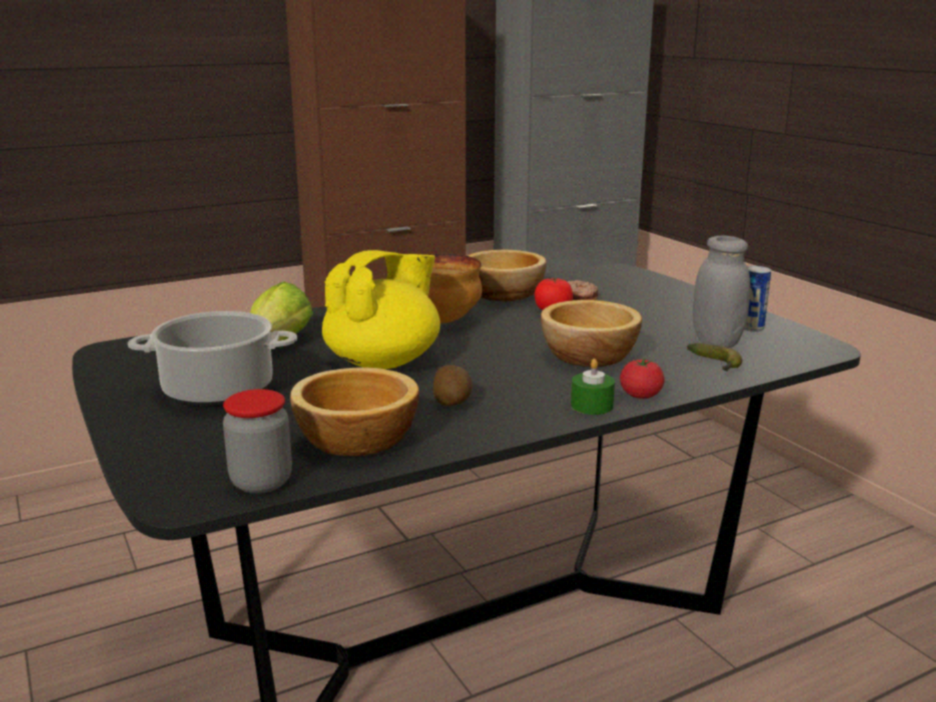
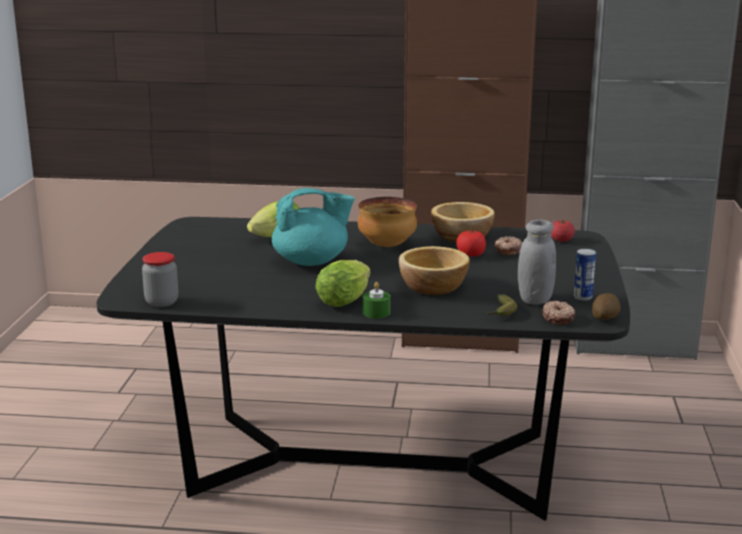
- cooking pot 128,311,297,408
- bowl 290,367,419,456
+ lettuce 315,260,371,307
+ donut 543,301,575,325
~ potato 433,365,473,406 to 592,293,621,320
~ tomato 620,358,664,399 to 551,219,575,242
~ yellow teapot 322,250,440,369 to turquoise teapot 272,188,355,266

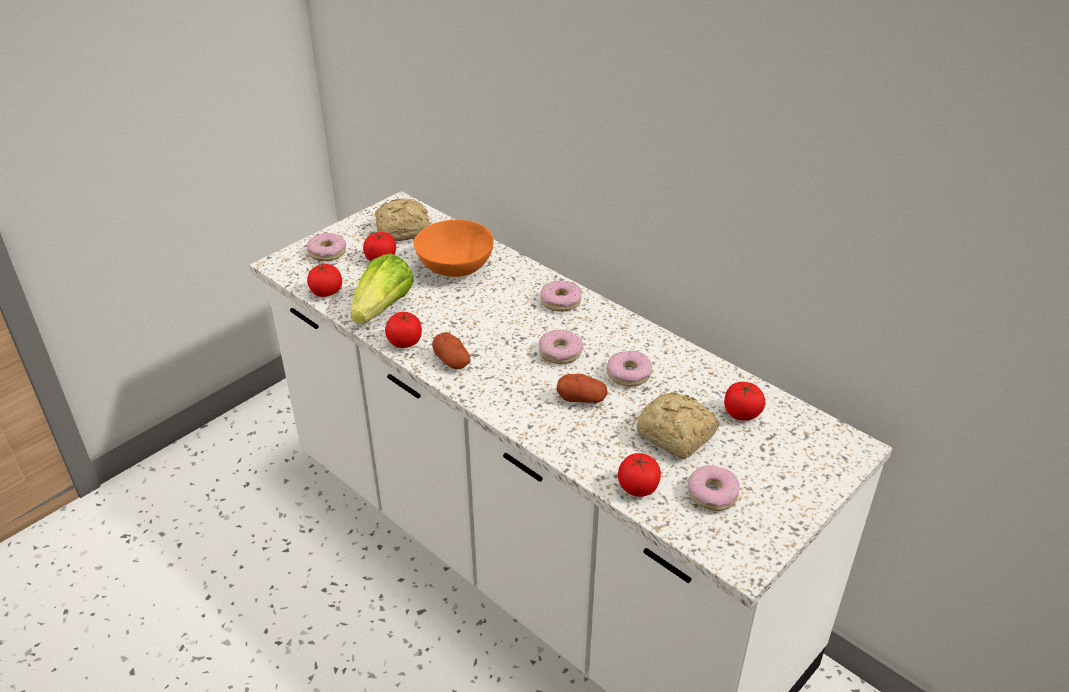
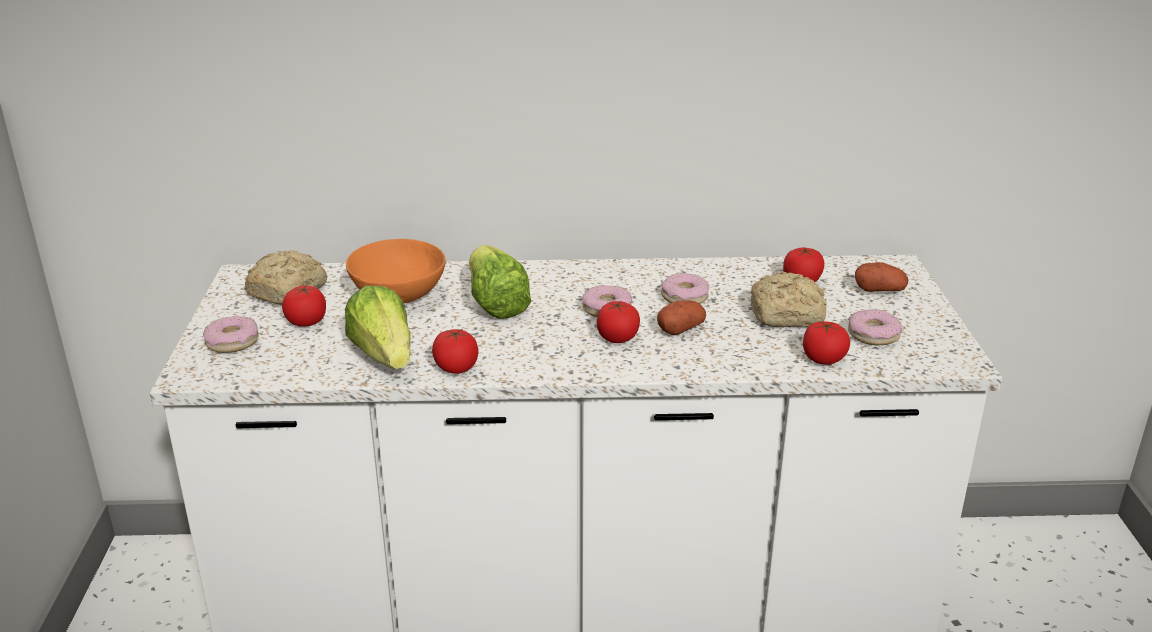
- donut 540,280,581,312
+ lettuce 469,245,531,319
~ tomato 307,263,342,297 to 597,301,640,343
~ potato 432,332,470,369 to 855,262,908,292

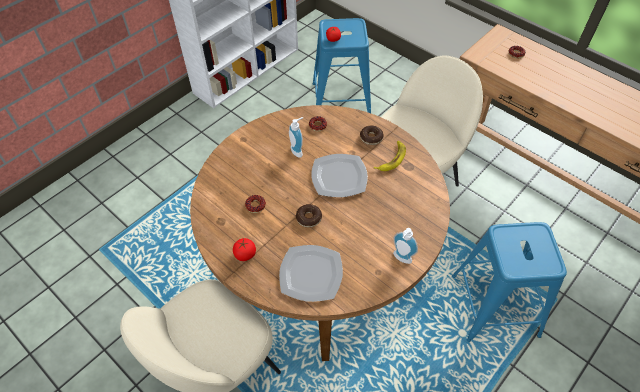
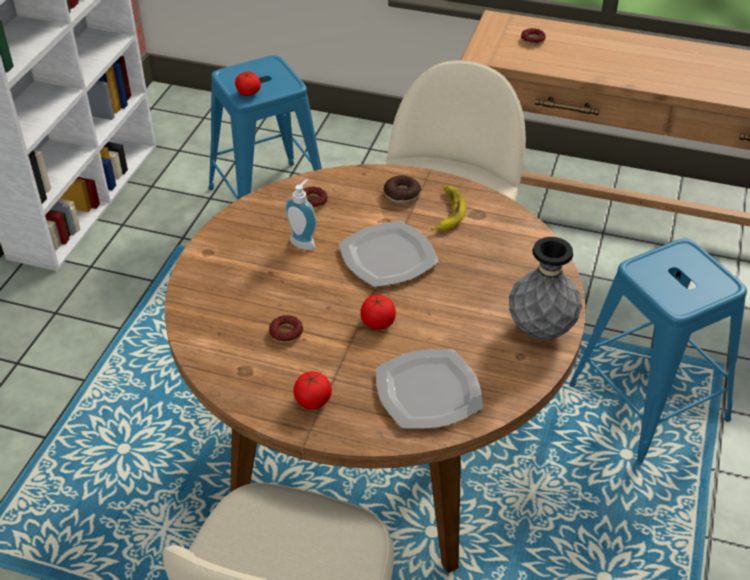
~ donut 296,204,322,227 to tomato 360,295,396,330
~ soap dispenser 393,228,418,264 to grey vase 509,237,582,339

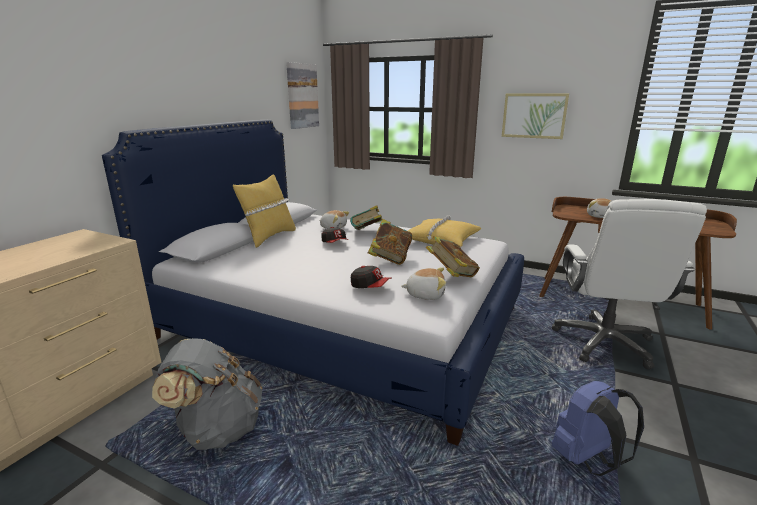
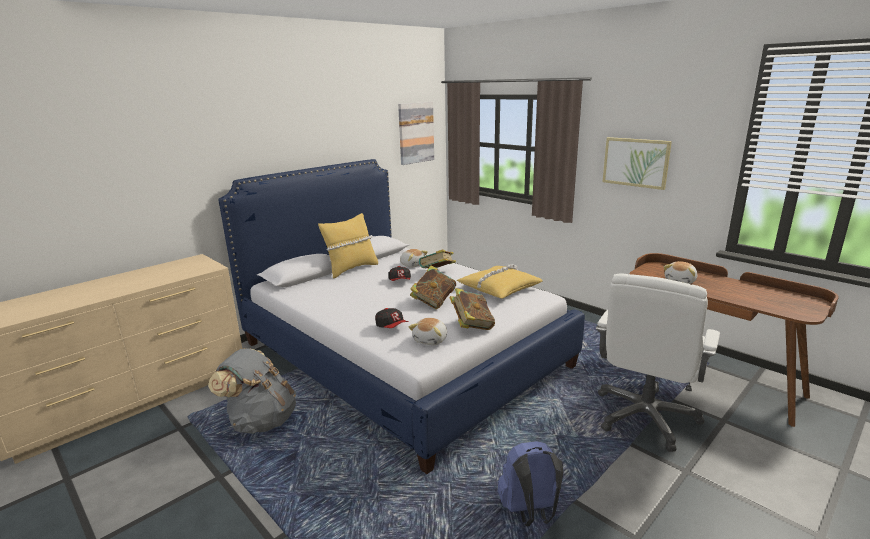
~ plush toy 401,267,446,300 = 409,318,447,345 90 degrees clockwise

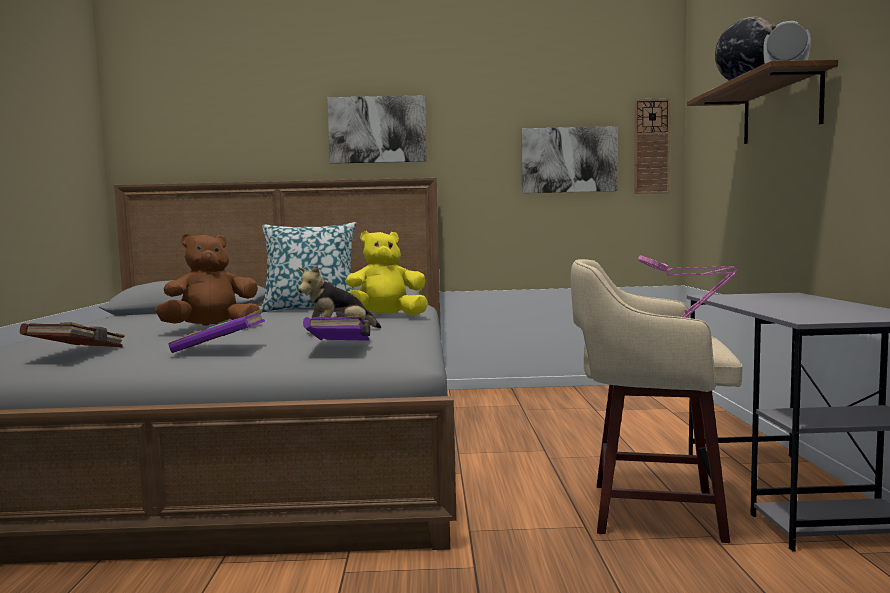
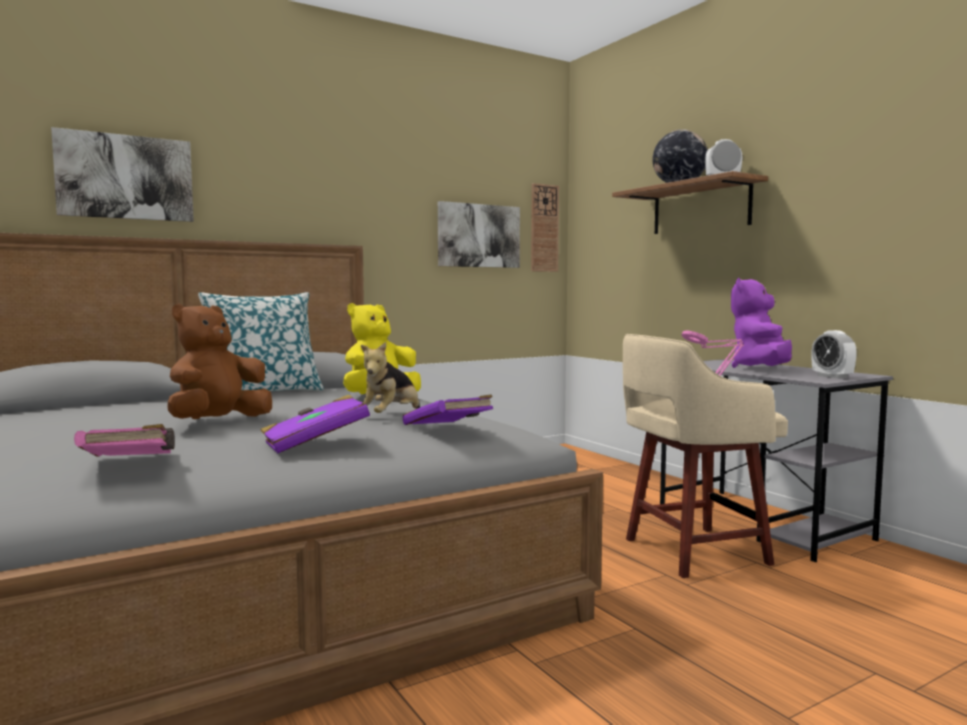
+ purple plush toy 731,278,792,368
+ alarm clock 811,330,857,379
~ picture 327,95,427,164 to 51,127,194,222
~ brown book 20,322,125,347 to pink book 74,424,175,457

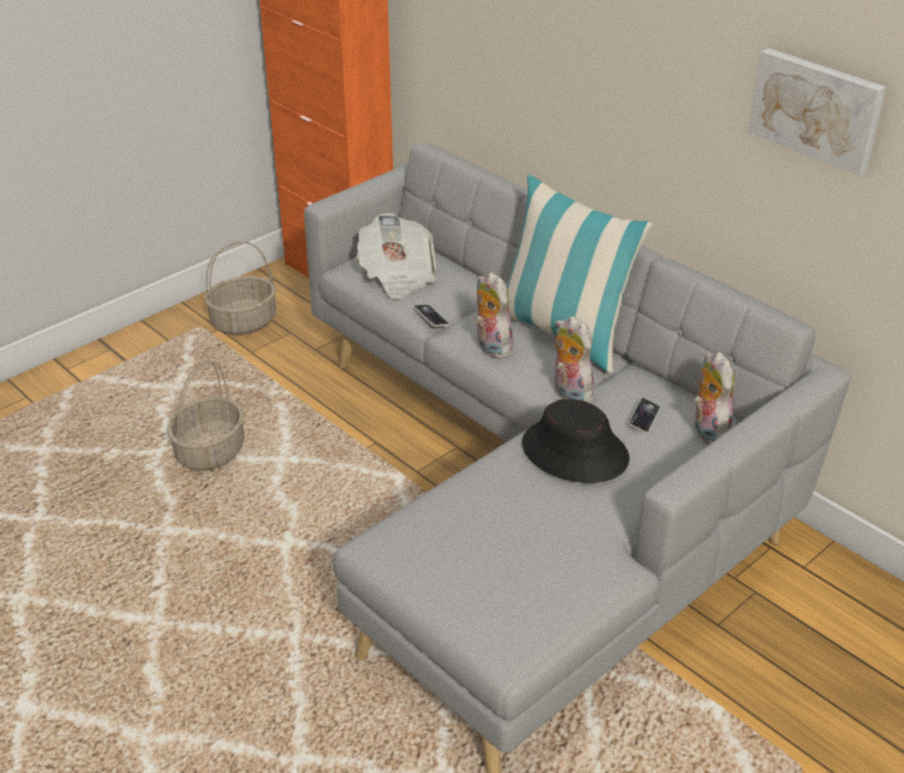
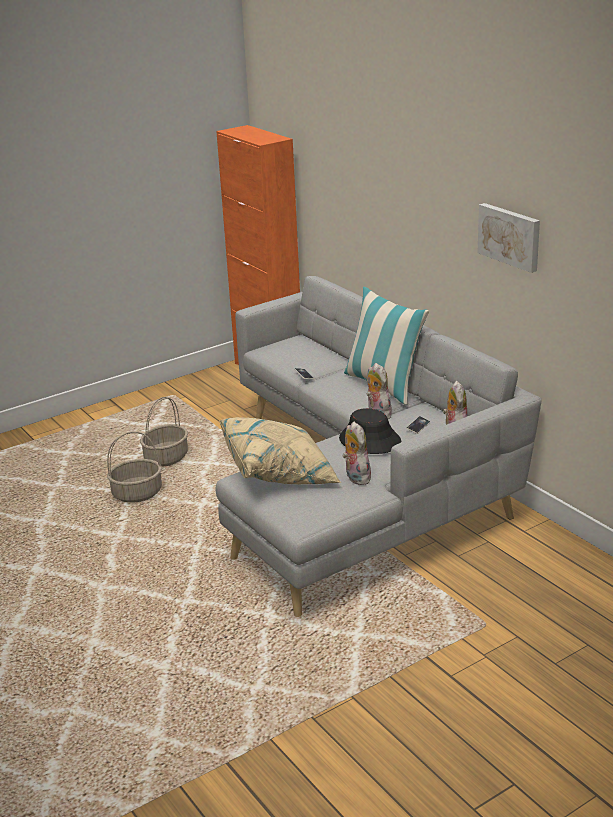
- newspaper 356,213,436,299
+ beige pillow 219,417,341,484
~ basket 204,241,276,335 to 107,431,162,503
~ plush toy 475,272,513,359 to 343,422,371,485

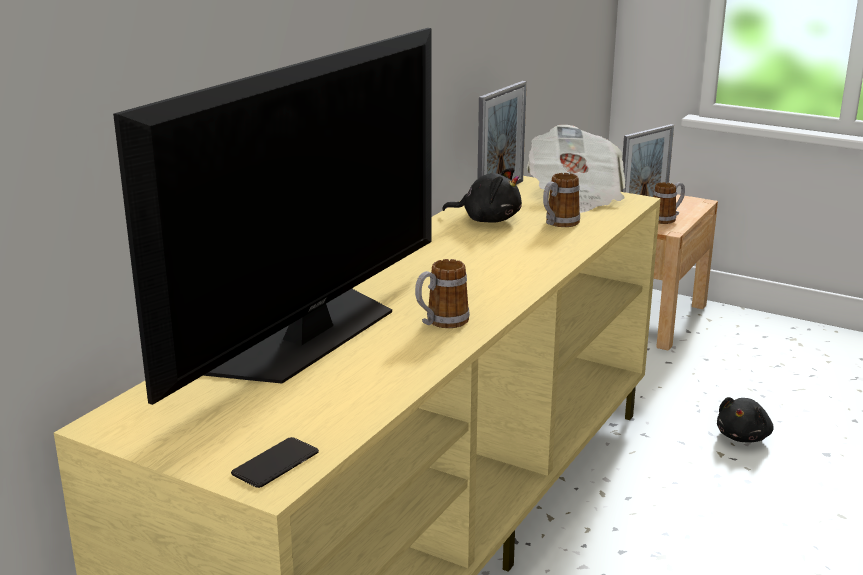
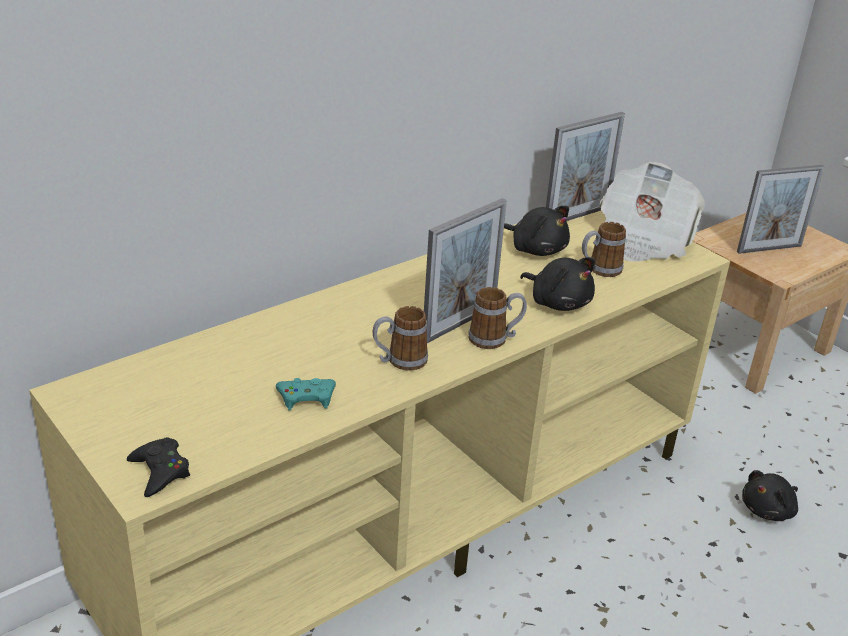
- television 113,28,431,405
+ turquoise game controller 276,378,336,410
+ picture frame 424,198,507,343
+ black plush toy 520,257,595,311
~ mug 654,182,685,224 to 468,287,527,349
~ phone 231,437,319,488 to black game controller 127,437,190,497

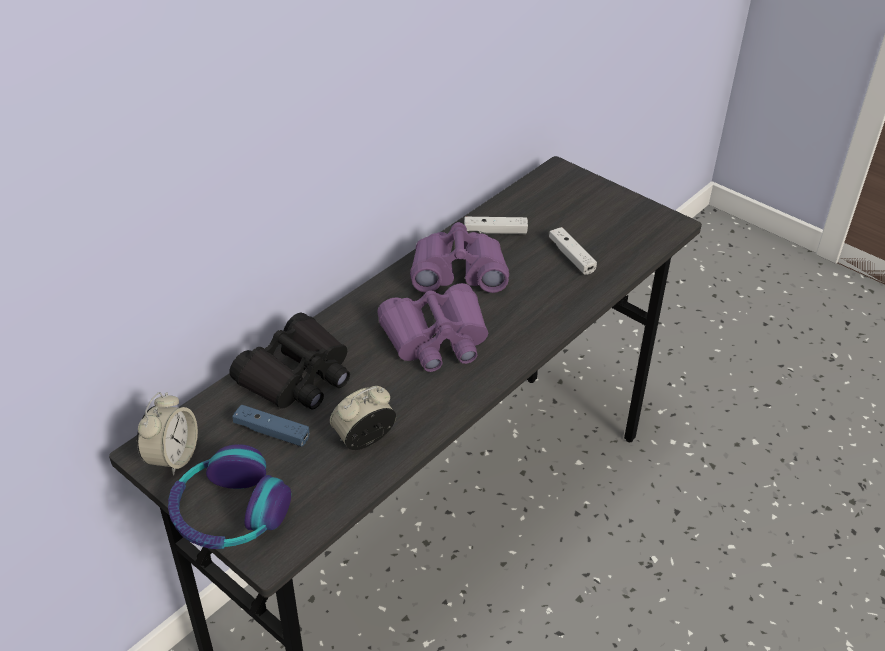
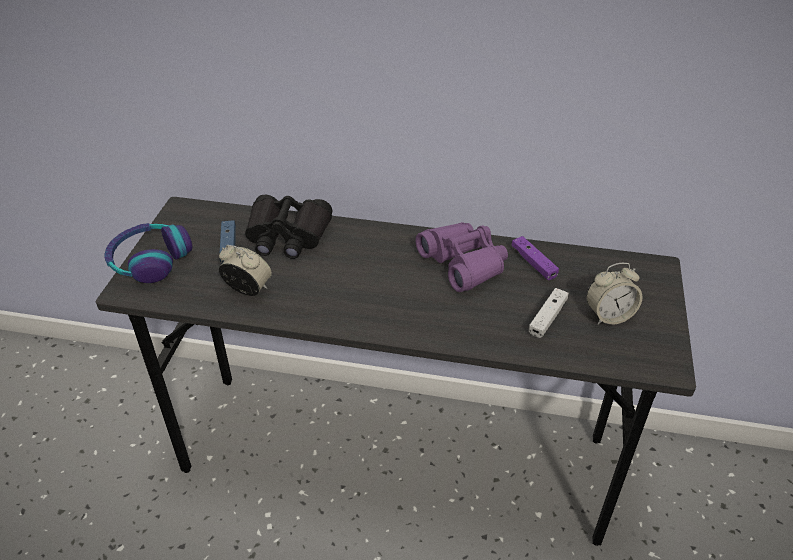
- purple binoculars 377,283,488,372
~ alarm clock 137,392,198,476 to 586,263,643,325
~ white game controller 464,217,528,234 to purple game controller 512,236,559,280

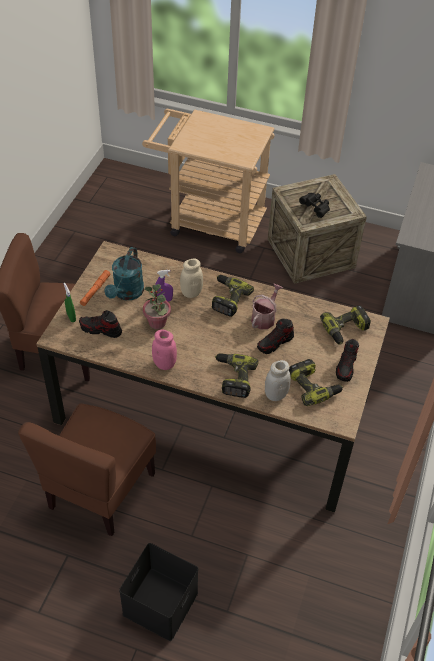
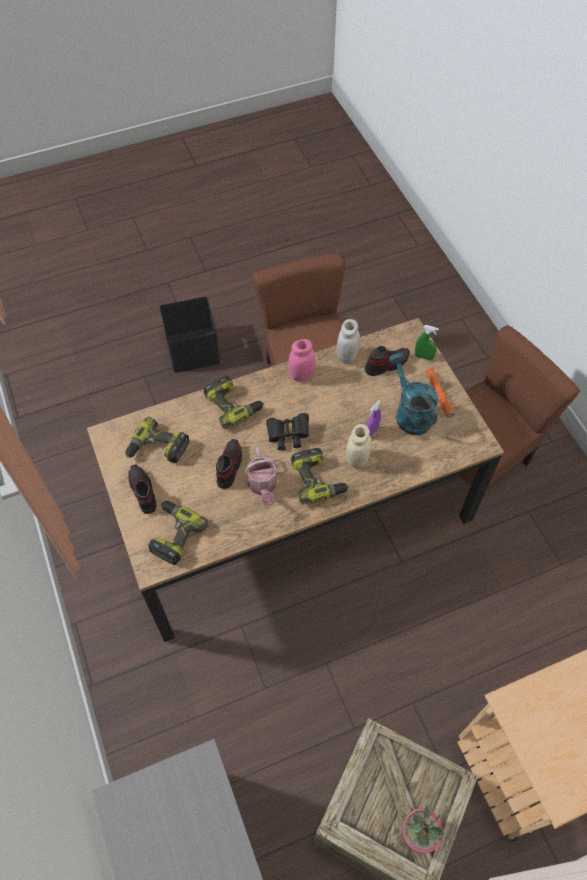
~ potted plant 143,284,171,329 to 402,805,444,854
~ white jar 265,360,291,401 to 336,319,360,364
~ black binoculars 299,193,330,218 to 266,413,309,450

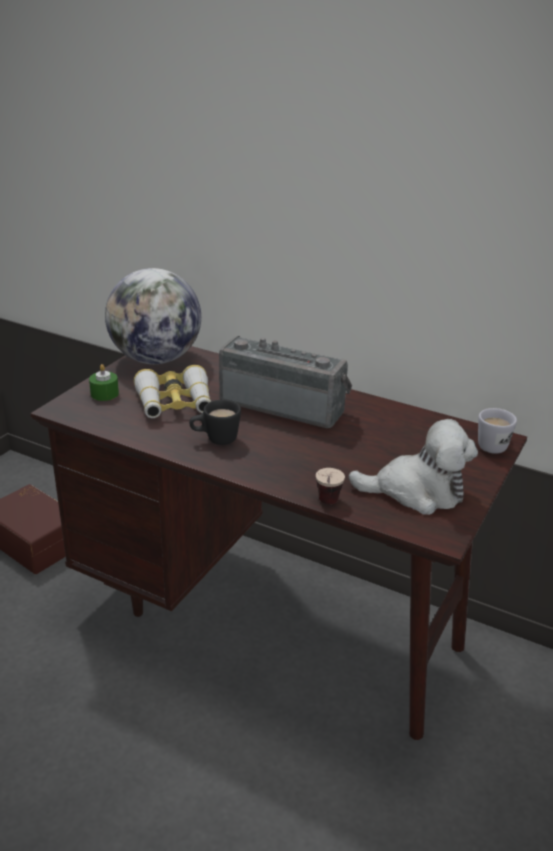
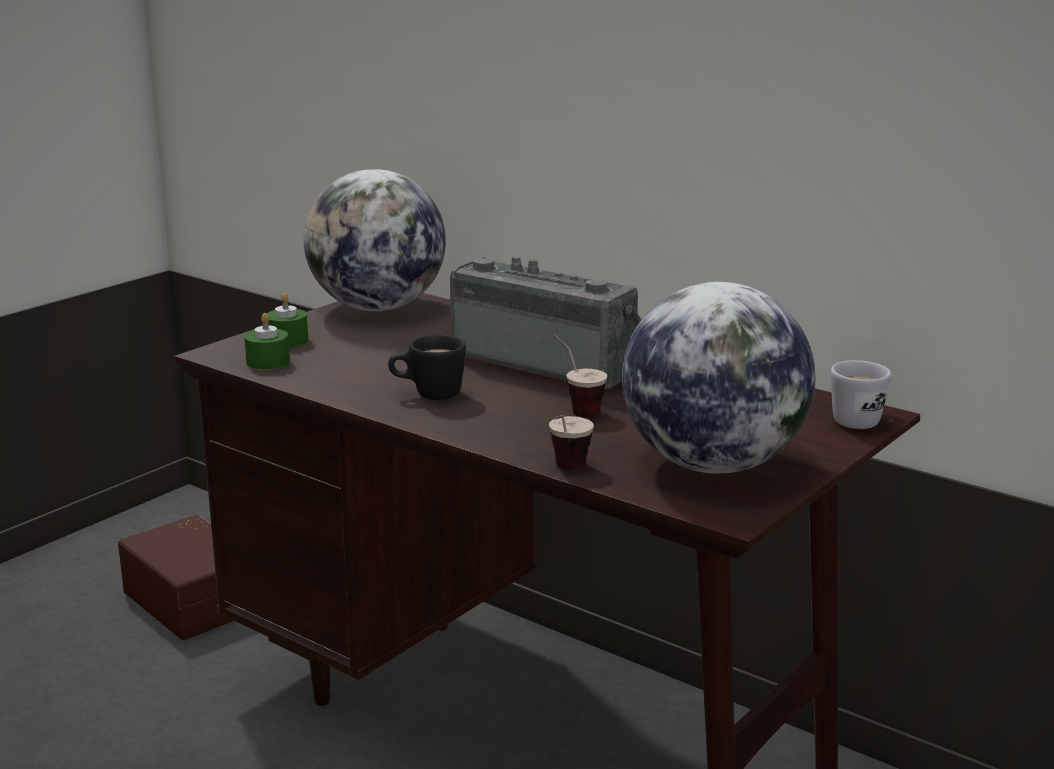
- binoculars 134,365,211,418
+ green candle 244,313,290,370
+ cup 554,334,607,417
~ plush toy 349,419,478,515 to globe 622,282,815,474

